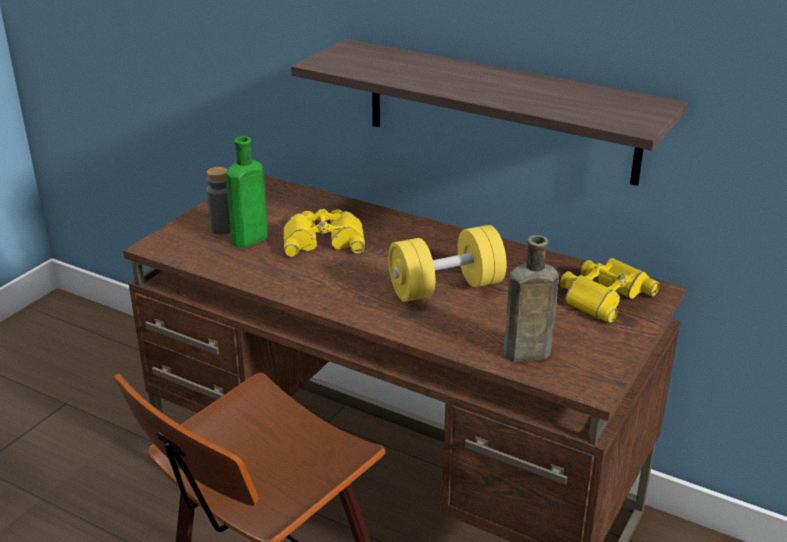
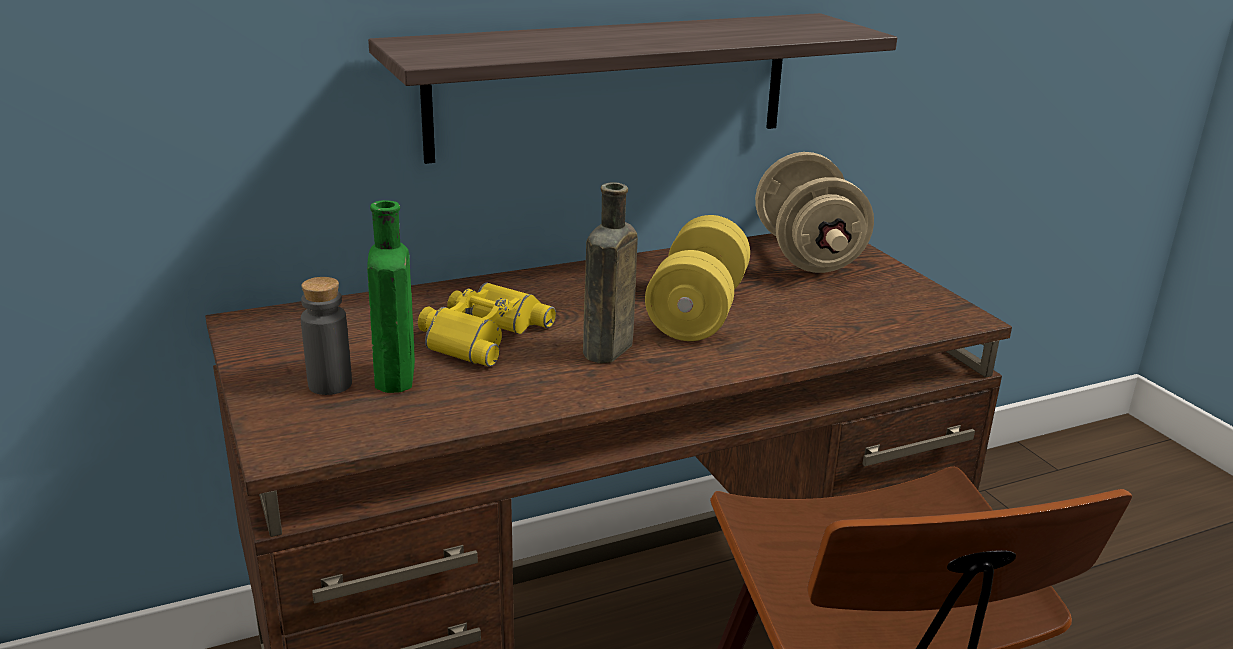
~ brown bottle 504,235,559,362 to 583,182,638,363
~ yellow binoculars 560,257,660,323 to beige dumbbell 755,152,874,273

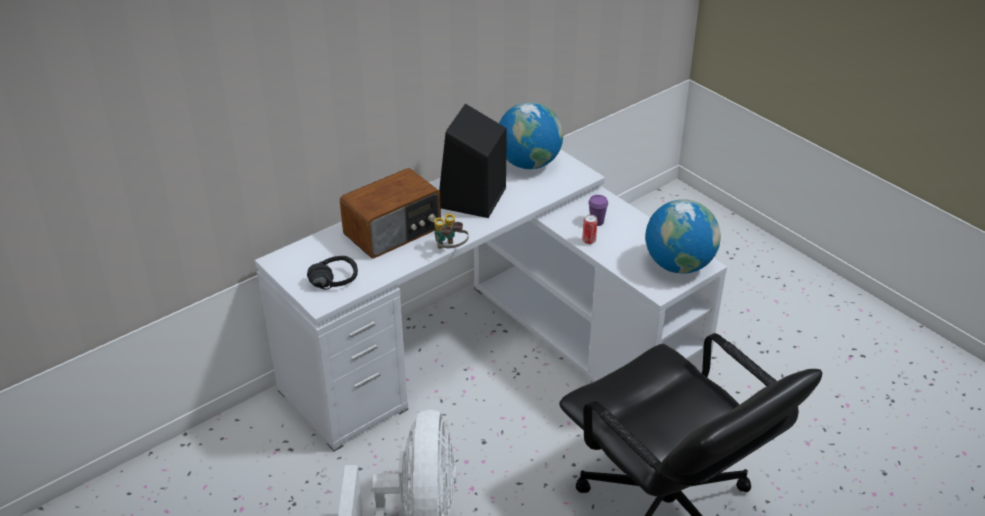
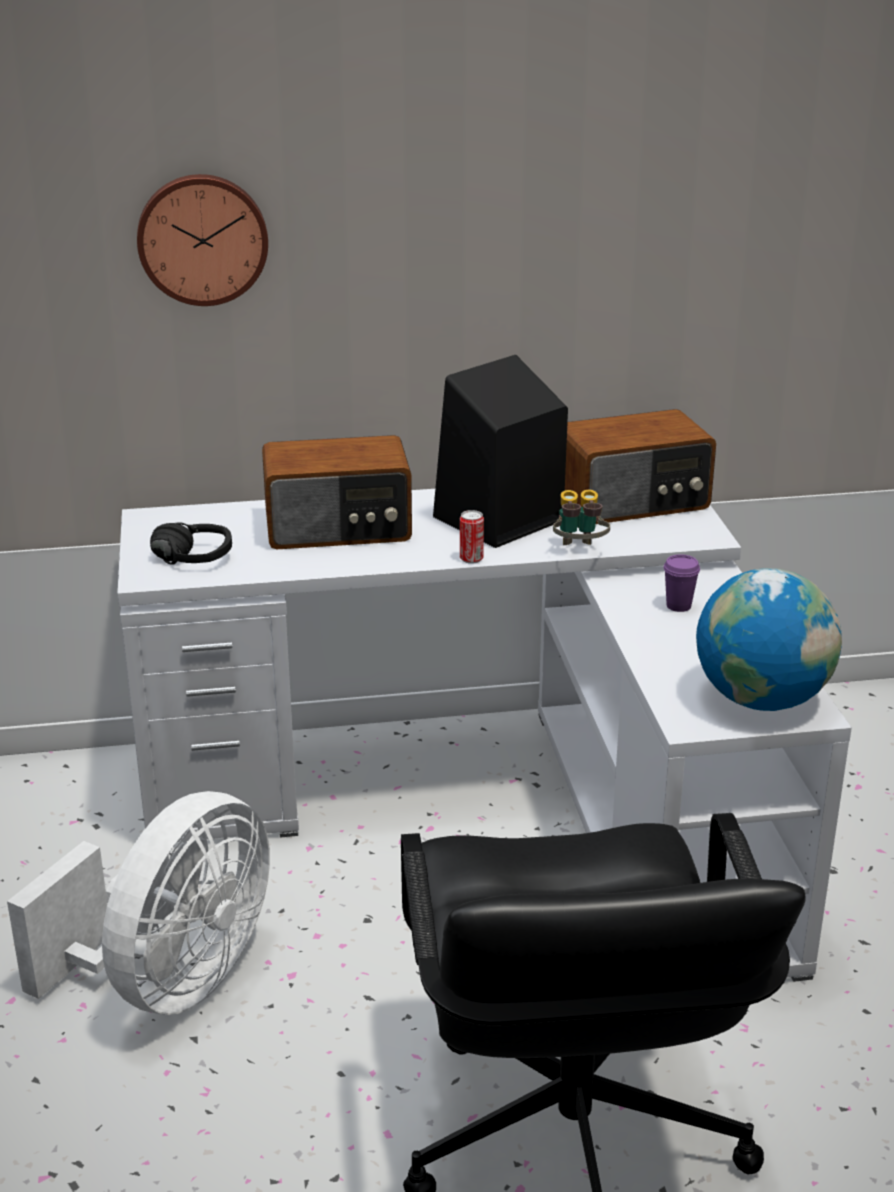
+ wall clock 137,174,268,306
~ binoculars 434,214,469,249 to 553,490,610,545
~ can 582,215,598,244 to 460,510,484,564
~ globe 499,102,563,169 to radio 565,409,716,524

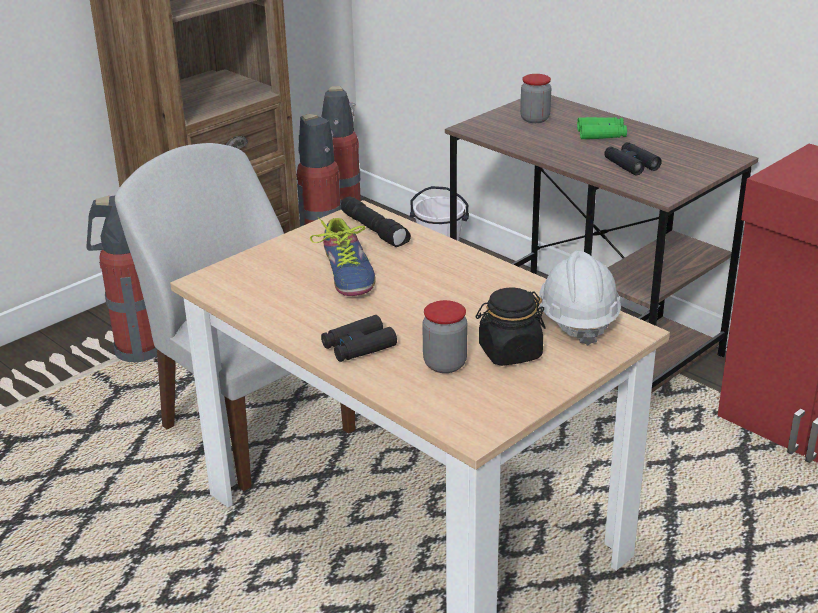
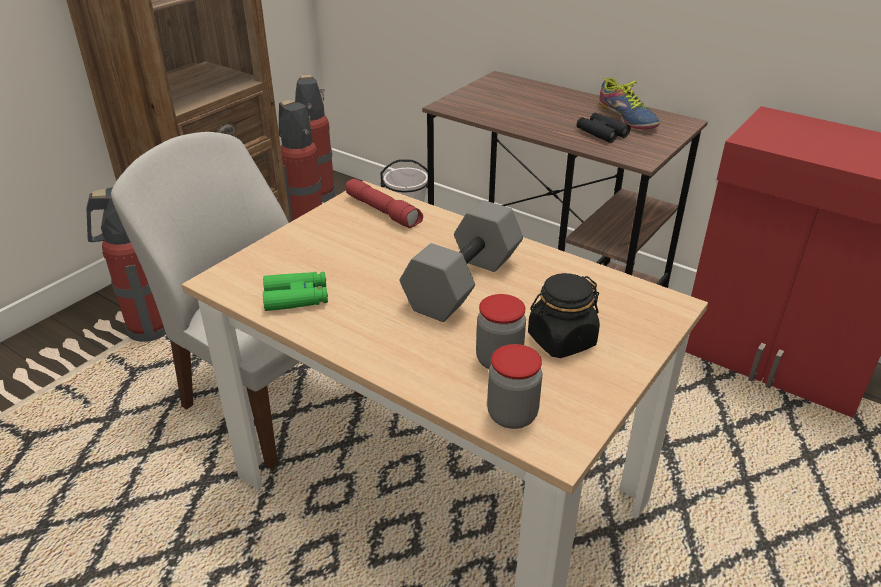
- black binoculars 321,315,397,362
- white hard hat 539,251,621,346
+ grey dumbbell 400,200,523,322
~ shoe 310,217,376,296 to 599,76,660,129
~ jar 520,74,551,123 to 487,344,542,429
~ green binoculars 577,117,627,139 to 263,272,328,311
~ black flashlight 341,197,411,247 to red flashlight 346,179,423,228

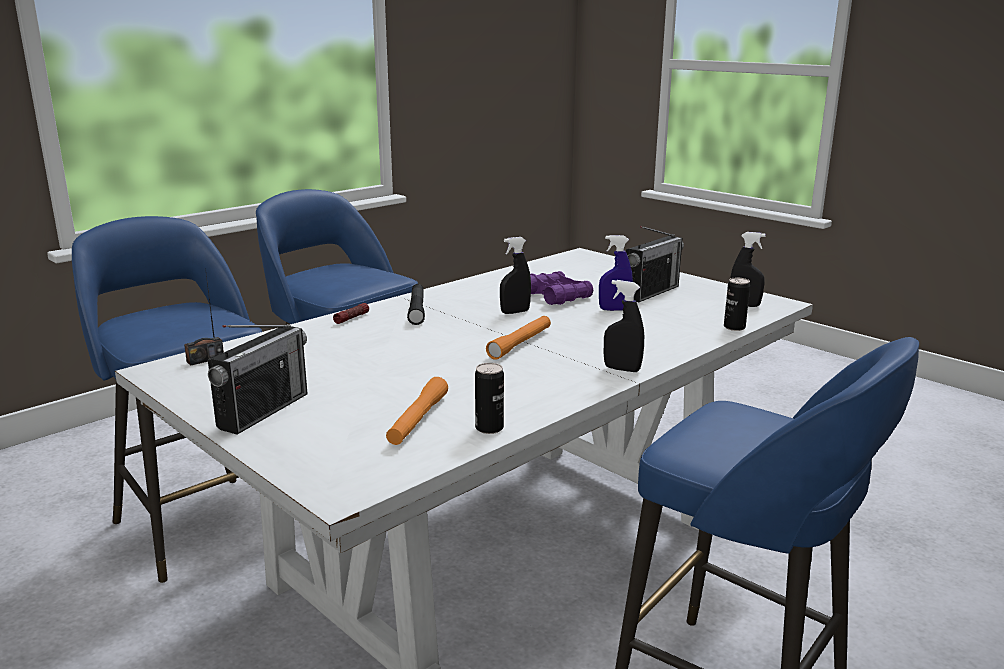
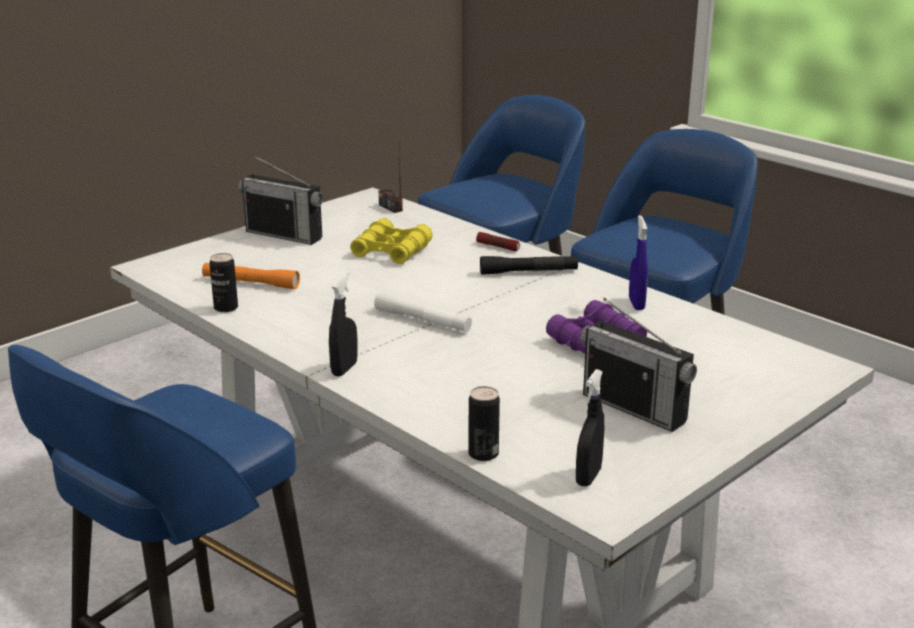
- black spray bottle 500,237,531,314
+ yellow binoculars 350,218,433,264
~ blue spray bottle 599,235,633,311 to 629,215,648,310
~ orange flashlight 486,316,551,360 to white flashlight 374,291,472,332

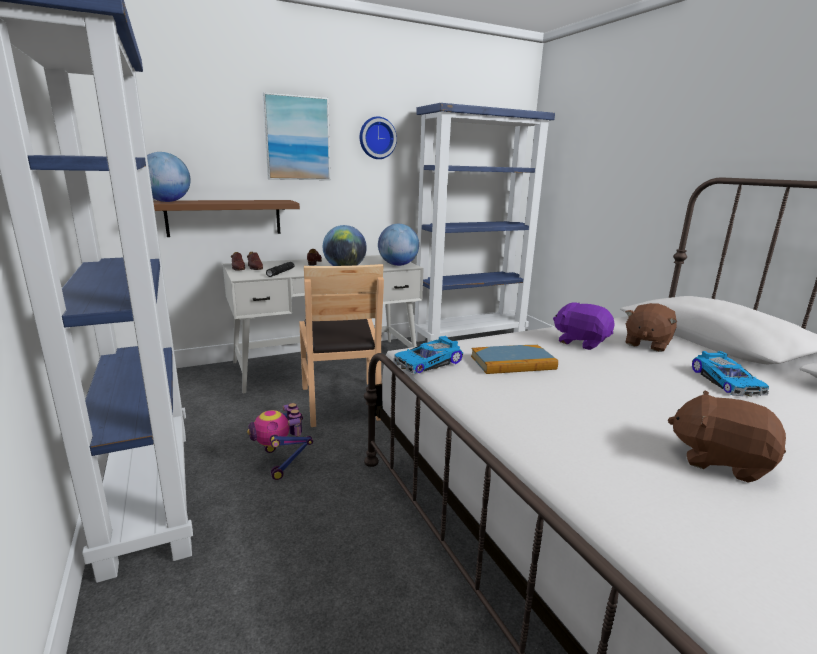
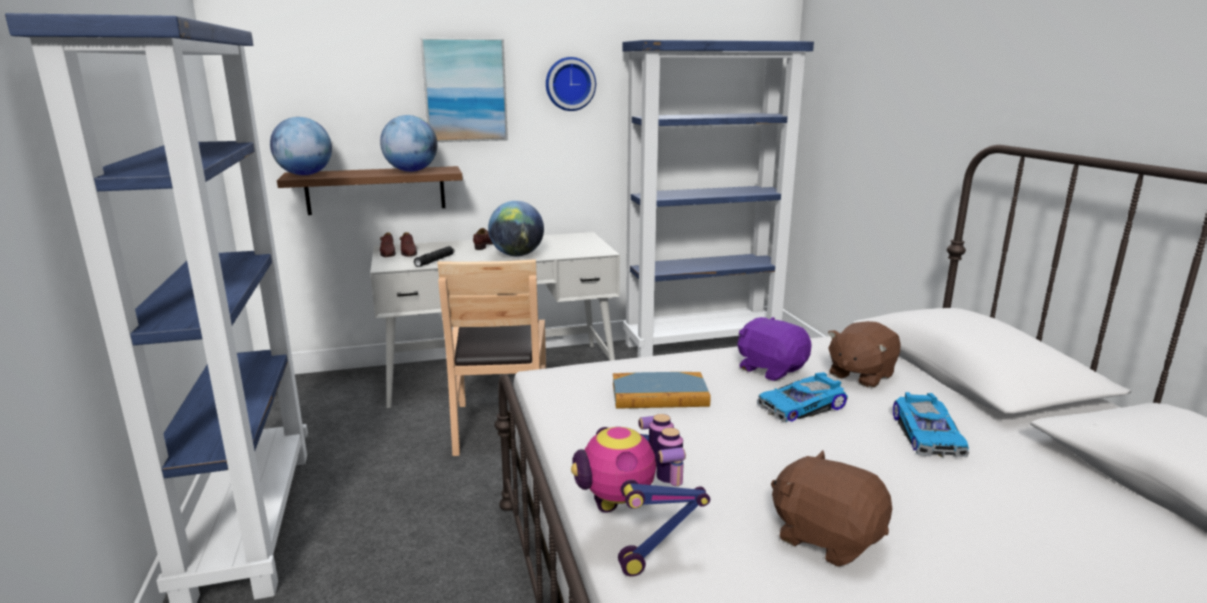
~ toy robot 247,403,313,480 to 571,414,710,577
~ globe 378,224,419,266 to 380,115,438,172
~ toy car 393,336,463,374 to 757,372,848,423

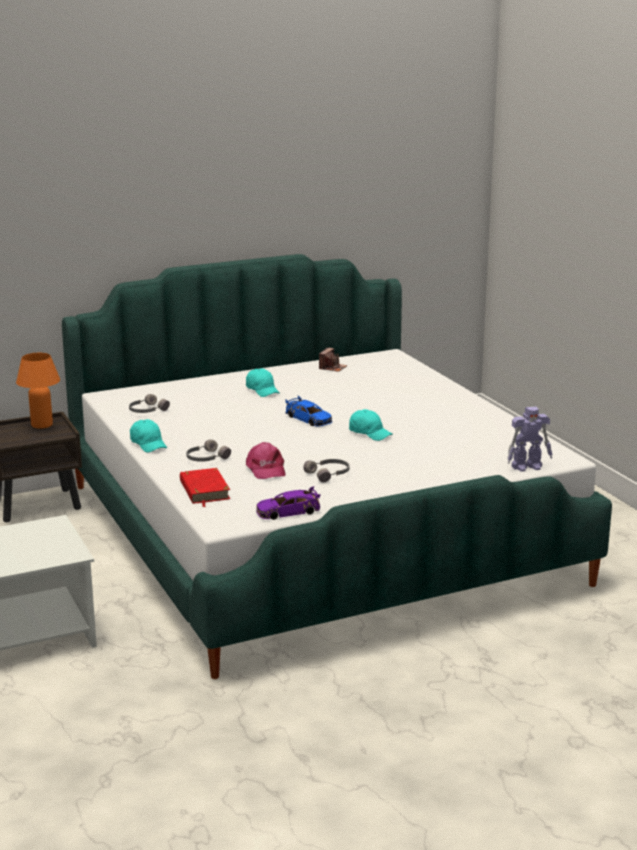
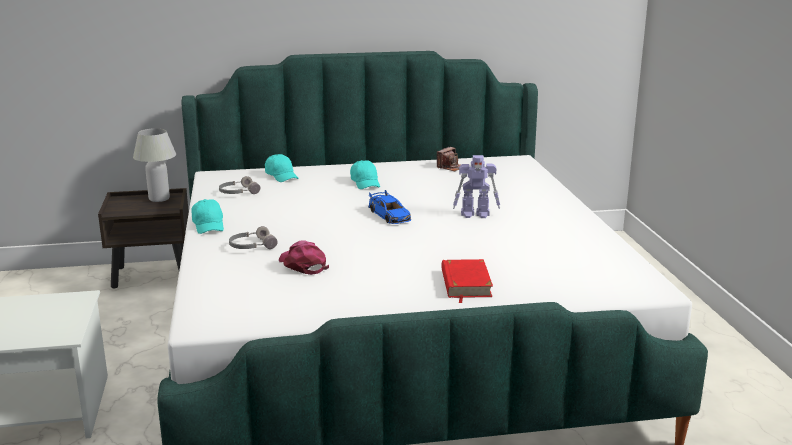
- purple toy car 256,486,321,520
- grey headphones 303,459,349,482
~ red book 180,468,230,507 to 441,259,493,303
~ turquoise cap 349,409,392,441 to 265,154,298,182
~ toy robot 507,407,552,472 to 453,155,500,218
~ orange table lamp 16,353,60,429 to white table lamp 133,128,176,202
~ pink cap 246,442,285,479 = 279,240,329,275 150 degrees clockwise

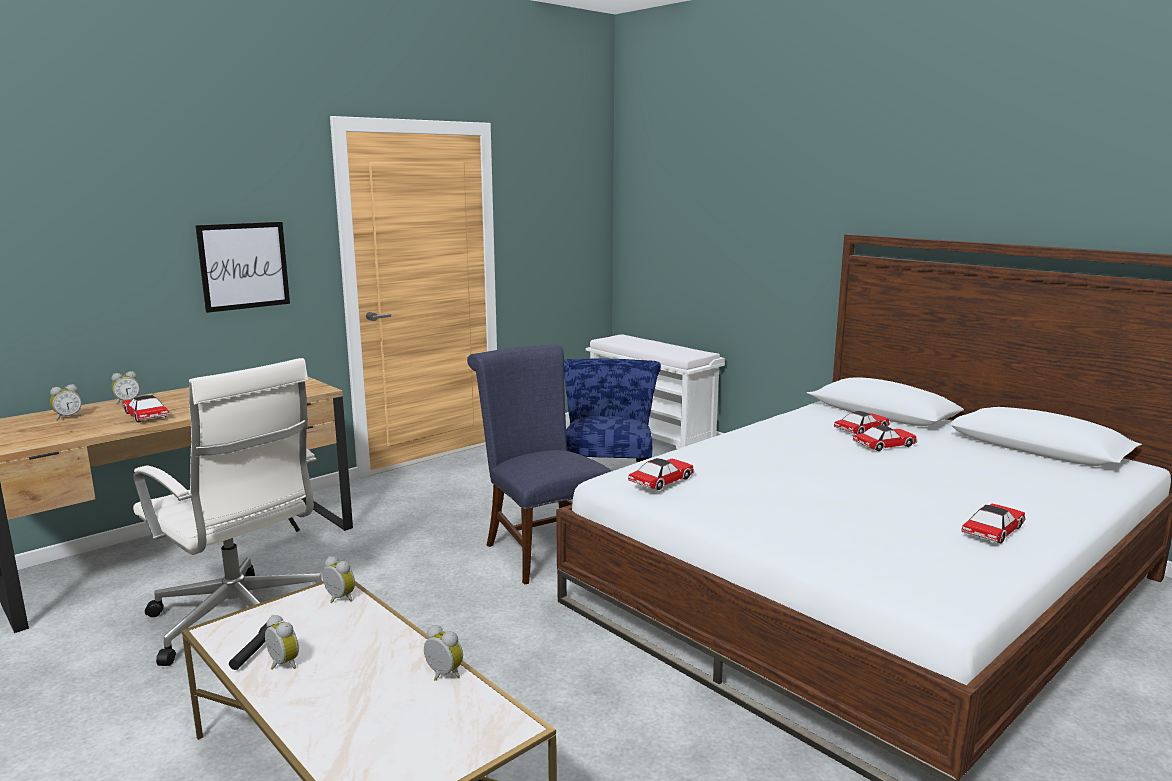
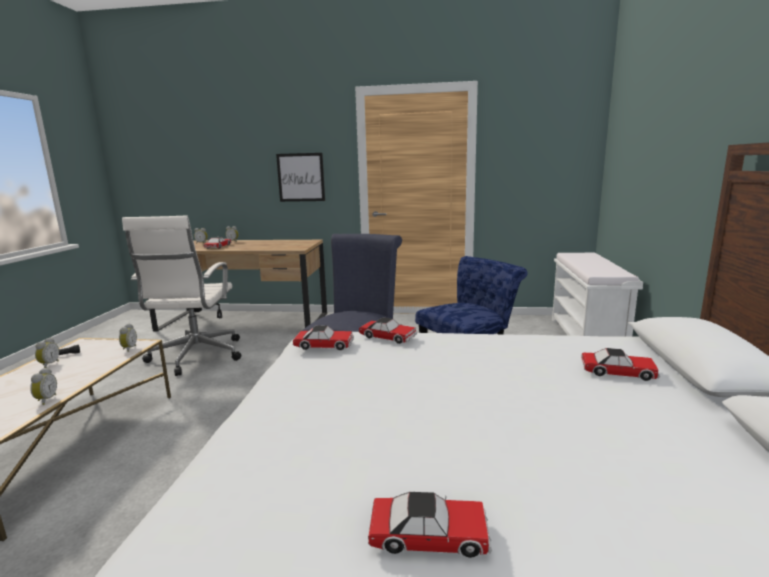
~ toy car 853,425,917,451 to 359,317,417,344

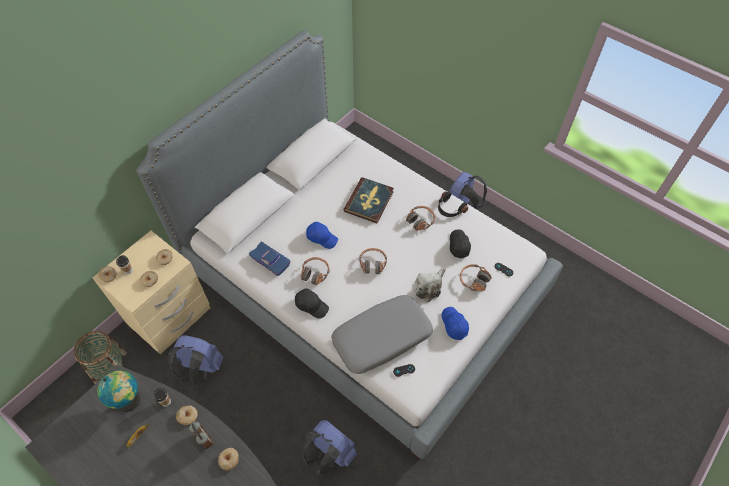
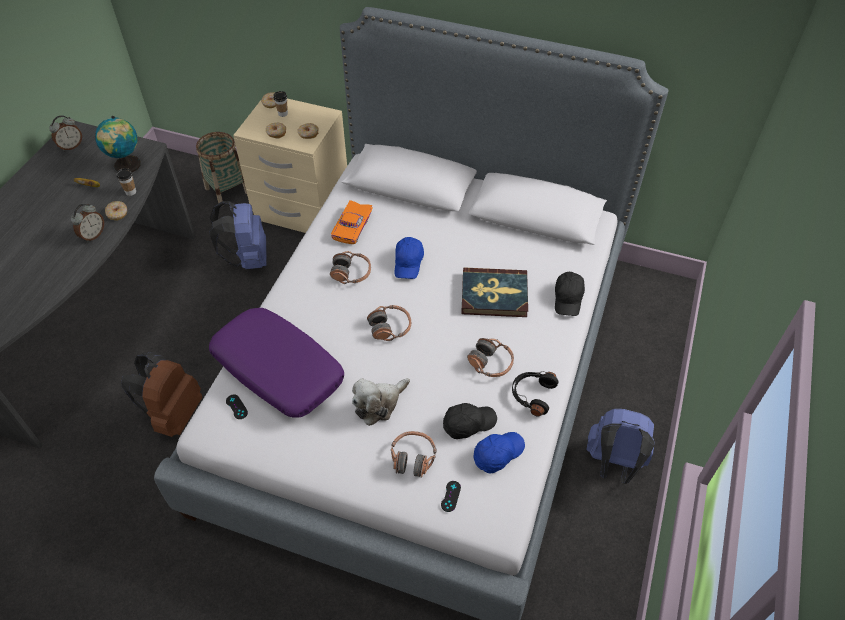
- donut 218,448,239,470
+ alarm clock 49,115,82,151
~ black cap 295,288,329,319 to 555,272,585,316
~ blue cap 441,307,469,340 to 474,432,525,473
~ blue toy car 249,241,290,276 to orange toy car 331,200,373,244
~ blue backpack 302,420,357,475 to brown backpack 121,352,202,437
~ grey pillow 331,295,433,374 to purple pillow 209,308,344,418
~ plush toy 415,268,446,303 = 352,378,410,426 60 degrees counterclockwise

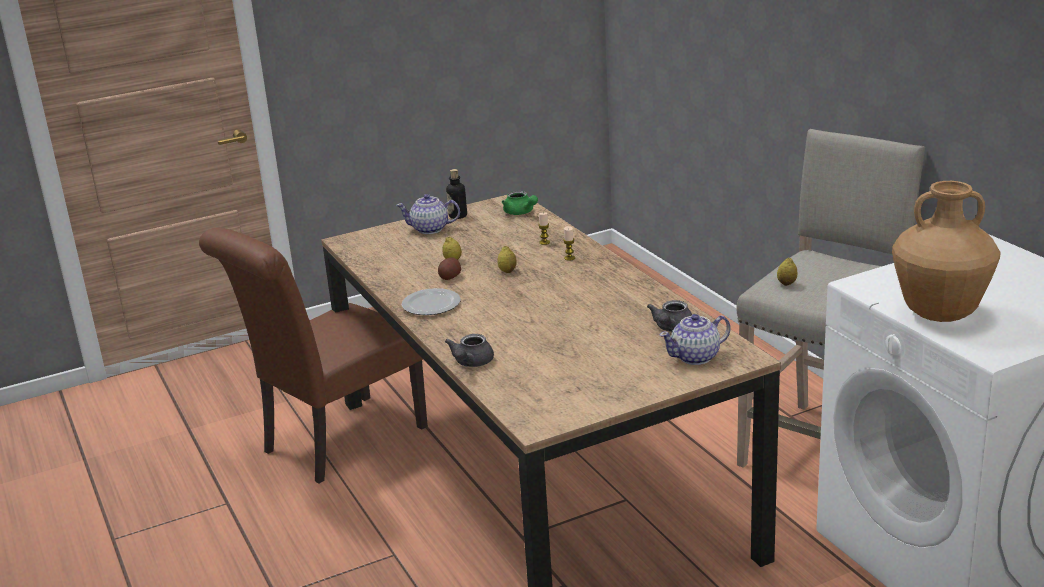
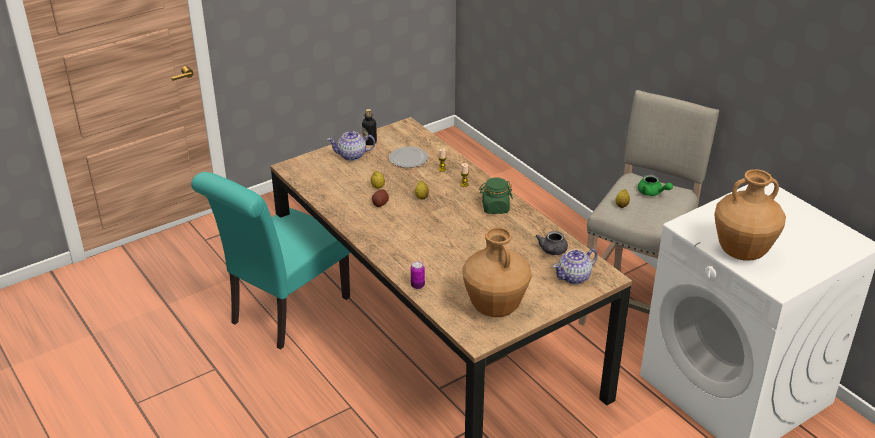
+ brown vase 462,227,532,317
+ green jar 479,177,513,214
~ plate 402,288,461,315 to 389,147,428,168
~ green teapot 502,191,538,215 to 638,175,673,196
~ grey teapot 445,334,494,367 to can 411,261,425,289
~ brown chair 199,228,428,483 to turquoise chair 191,172,350,350

